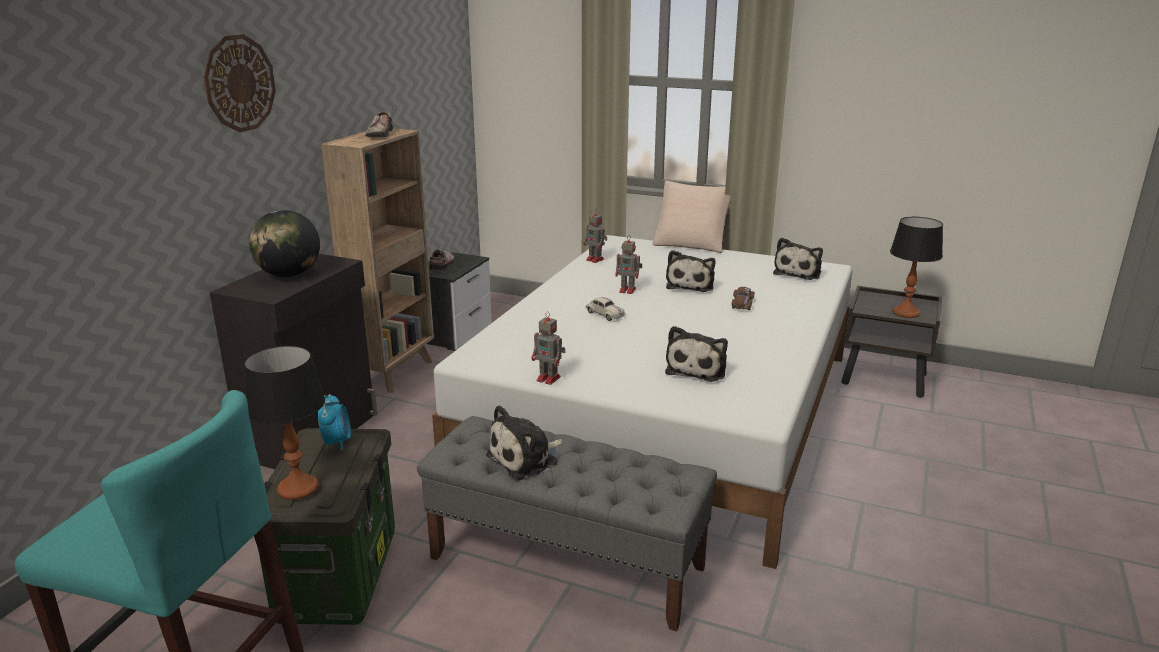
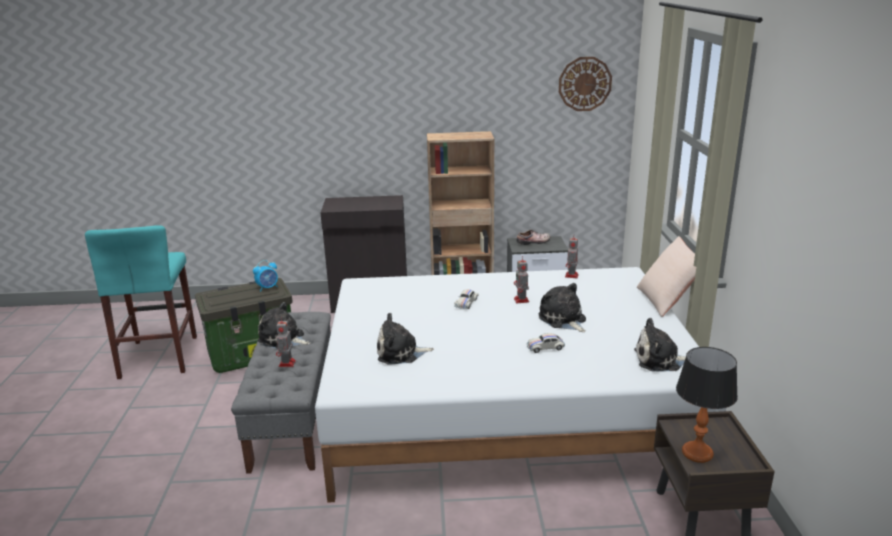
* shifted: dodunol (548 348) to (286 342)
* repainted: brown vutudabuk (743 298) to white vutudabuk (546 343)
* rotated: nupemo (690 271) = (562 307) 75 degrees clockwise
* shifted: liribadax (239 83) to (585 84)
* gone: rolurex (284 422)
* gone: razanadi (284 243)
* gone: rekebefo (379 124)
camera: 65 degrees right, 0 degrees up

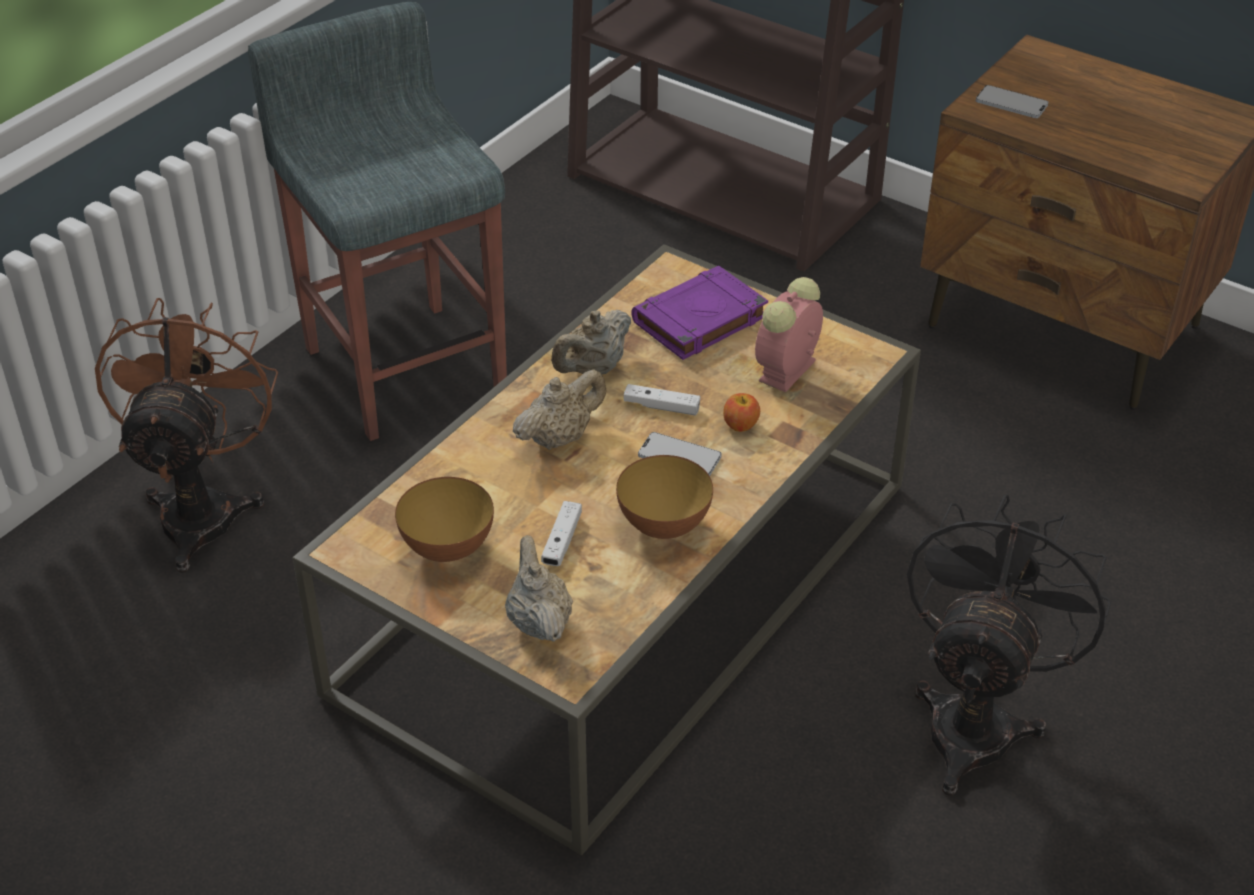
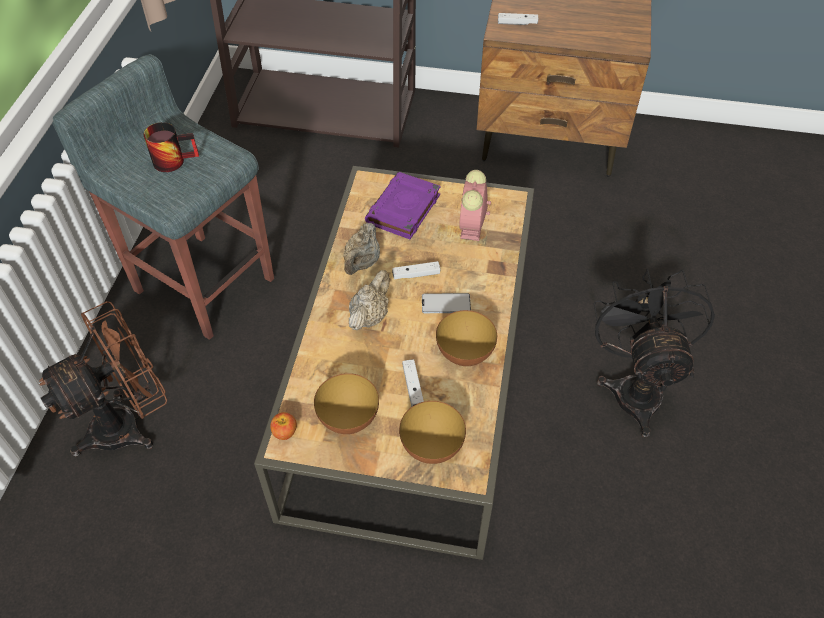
* rotated: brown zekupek (186 435) = (103 379) 75 degrees clockwise
* new: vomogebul (171 147)
* shifted: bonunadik (741 412) to (283 426)
* swapped: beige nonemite (539 588) to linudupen (432 432)
* swapped: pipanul (1012 101) to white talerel (518 19)
camera: 25 degrees left, 10 degrees up

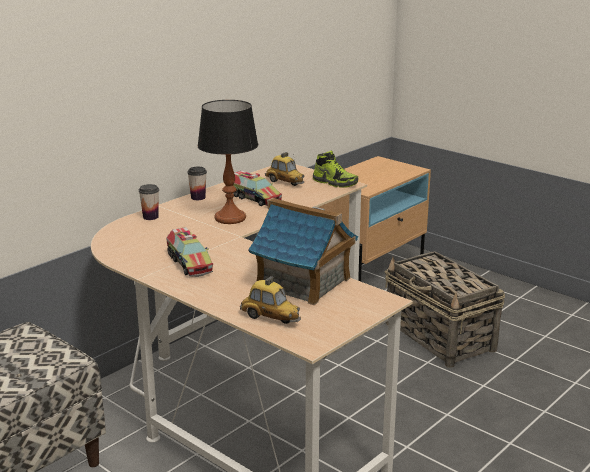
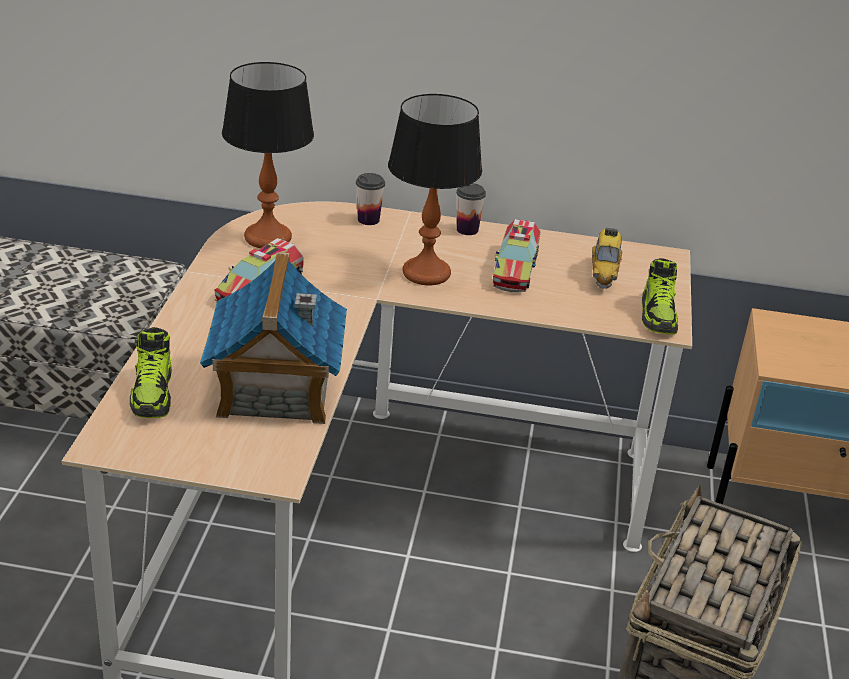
* swapped: vutudabuk (270 300) to rekebefo (151 372)
* new: rolurex (268 155)
camera: 55 degrees right, 10 degrees up

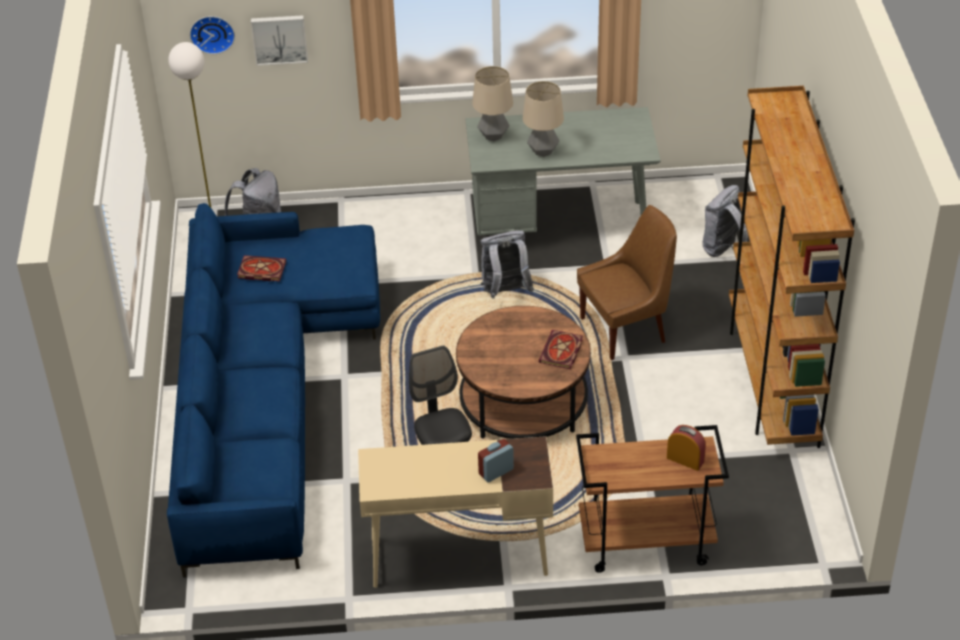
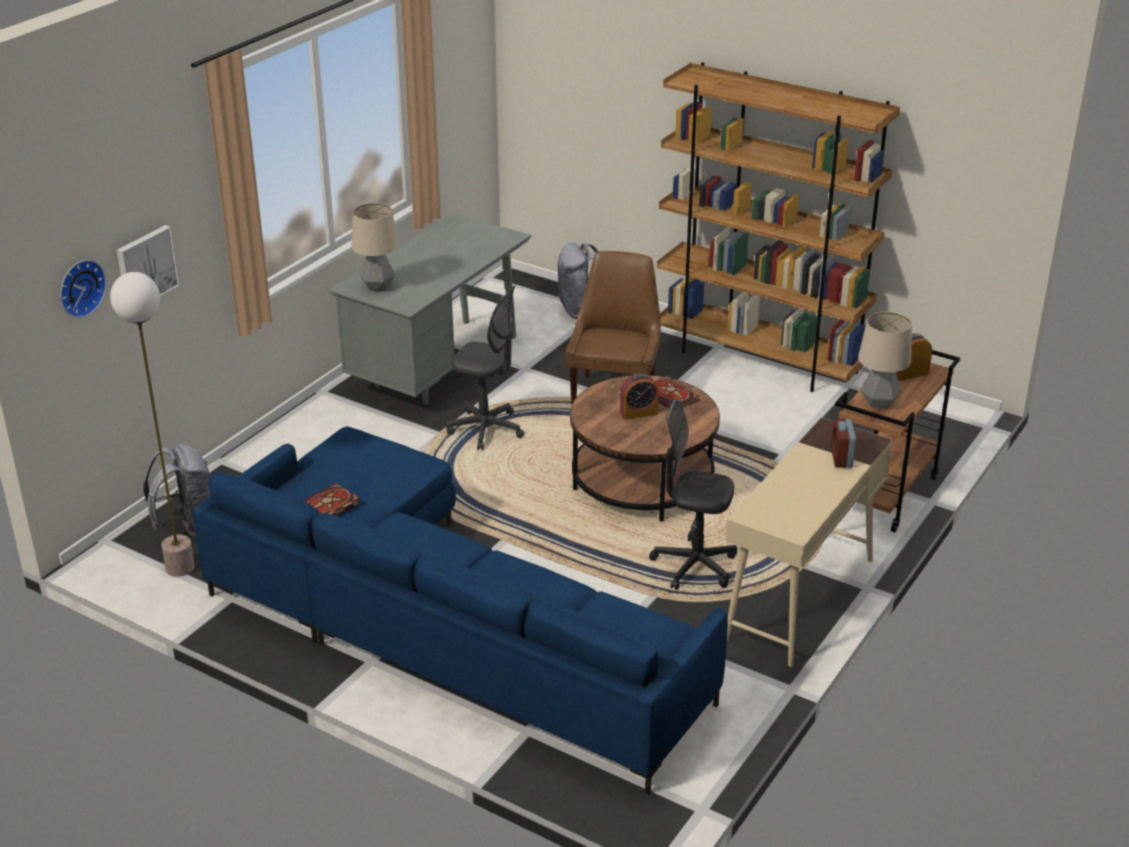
* swapped: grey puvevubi (507 264) to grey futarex (485 368)
* new: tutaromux (639 396)
* shifted: rolurex (543 119) to (885 361)
camera: 55 degrees left, 10 degrees down

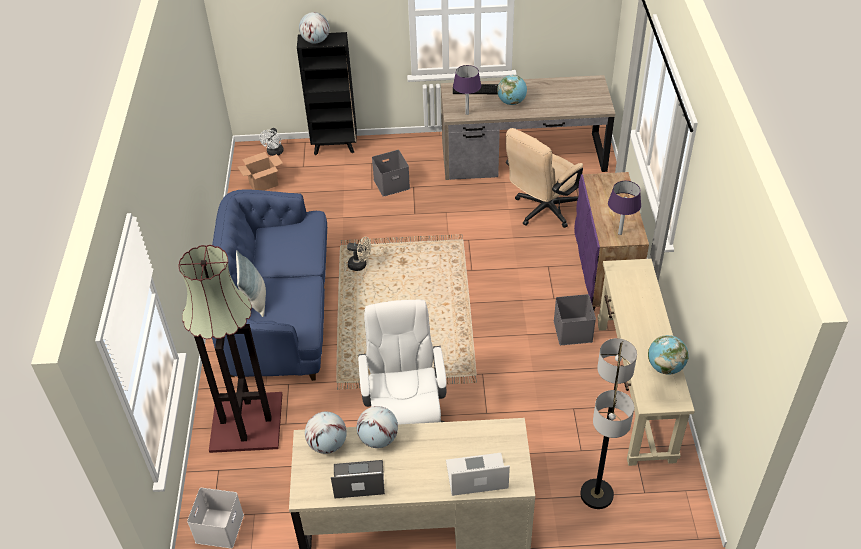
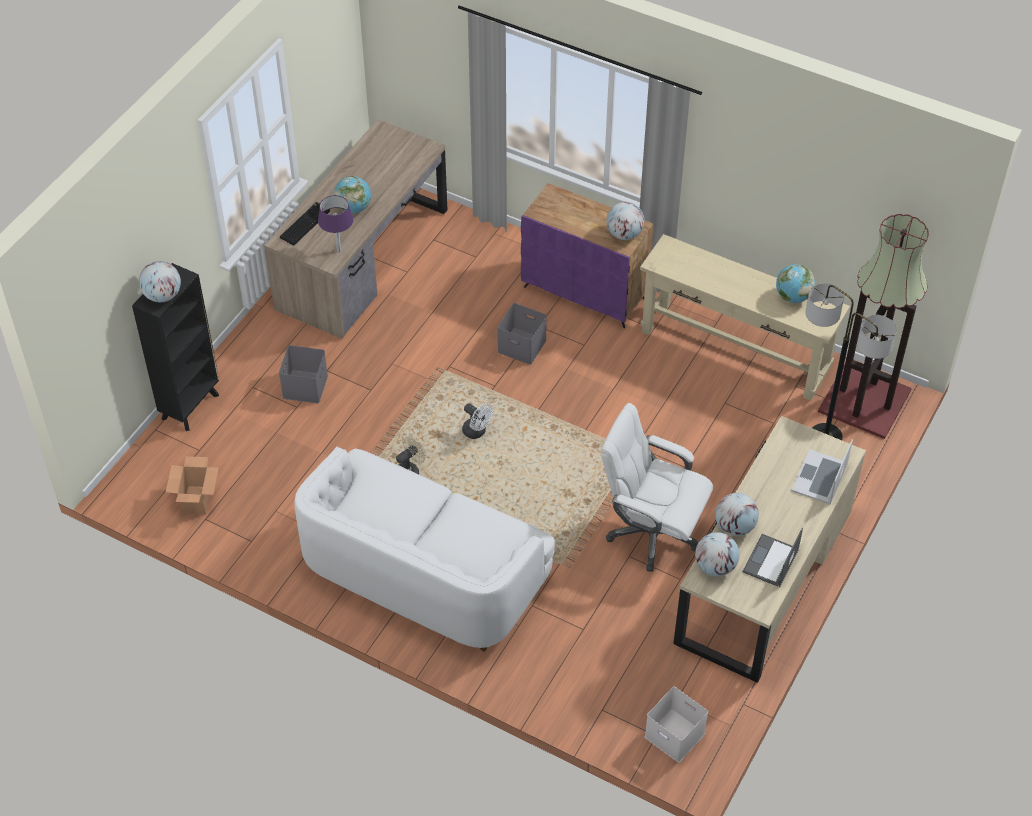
* repainted: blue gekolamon (269 285) to white gekolamon (424 549)
* shifted: white zekupek (271 142) to (478 421)
* shifted: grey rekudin (575 319) to (522 334)
* swapped: purple rolurex (624 208) to razanadi (625 221)
* shifted: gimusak (230 349) to (873 326)
* gone: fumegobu (251 283)
* gone: beige futarex (544 178)
camera: 60 degrees left, 5 degrees up

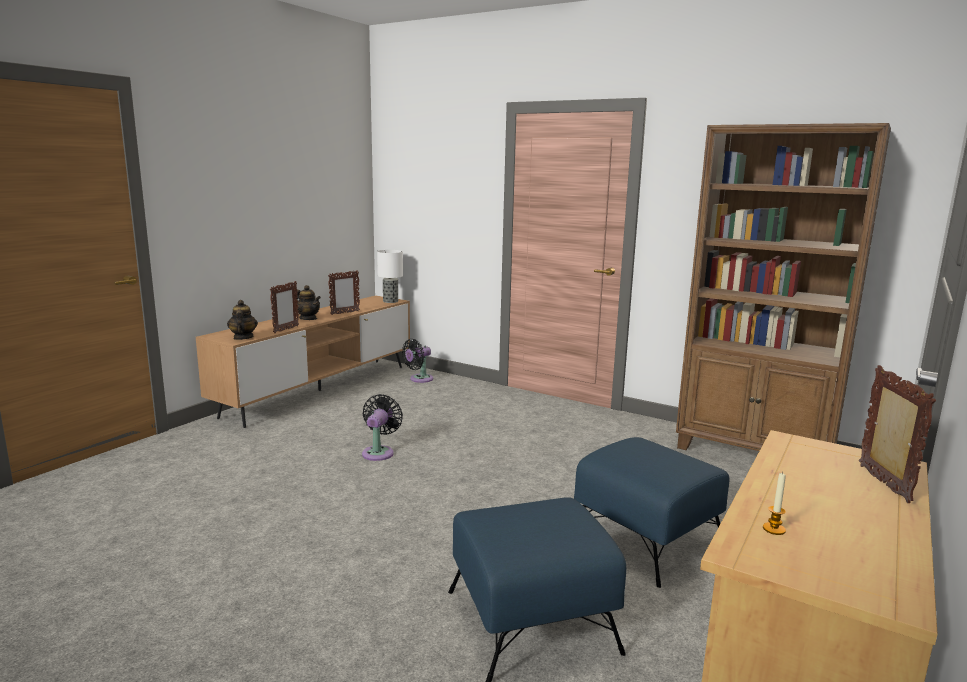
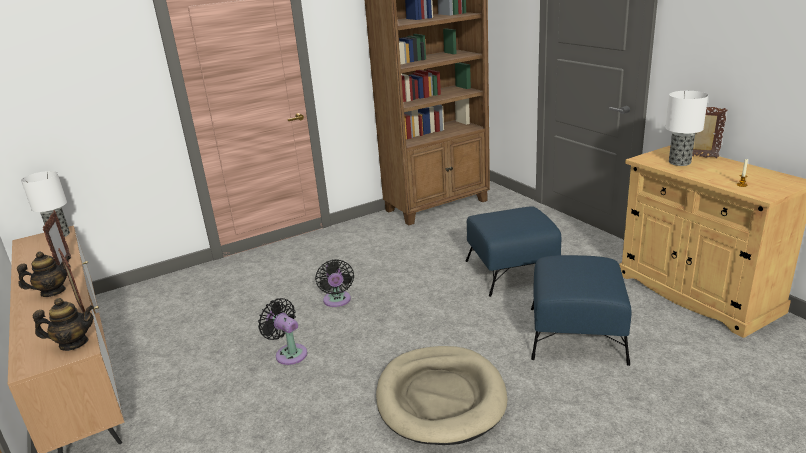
* rotated: nonemite (242 320) = (63 324) 150 degrees clockwise
* shifted: black zekupek (417 361) to (334 283)
* new: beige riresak (441 395)
* new: rolurex (686 128)
camera: 60 degrees left, 10 degrees up

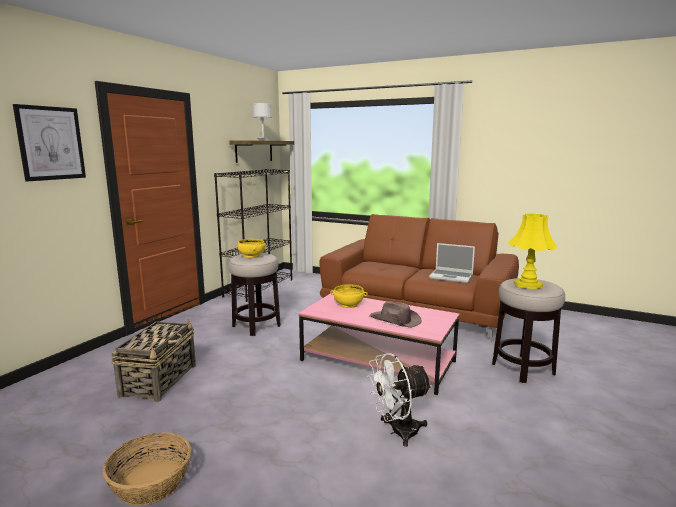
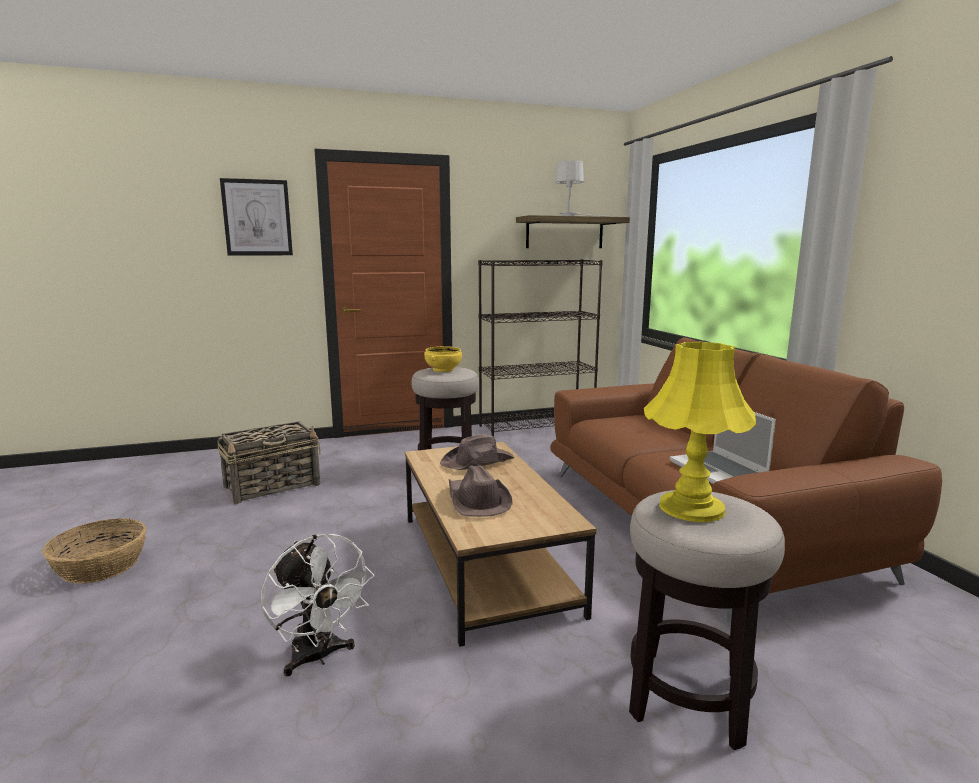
* rotated: white zekupek (399 400) = (318 605) 150 degrees counterclockwise
* repainted: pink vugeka (379 343) to brown vugeka (500 544)
* swapped: yellow linudupen (349 296) to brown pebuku (477 452)
camera: 45 degrees right, 0 degrees up

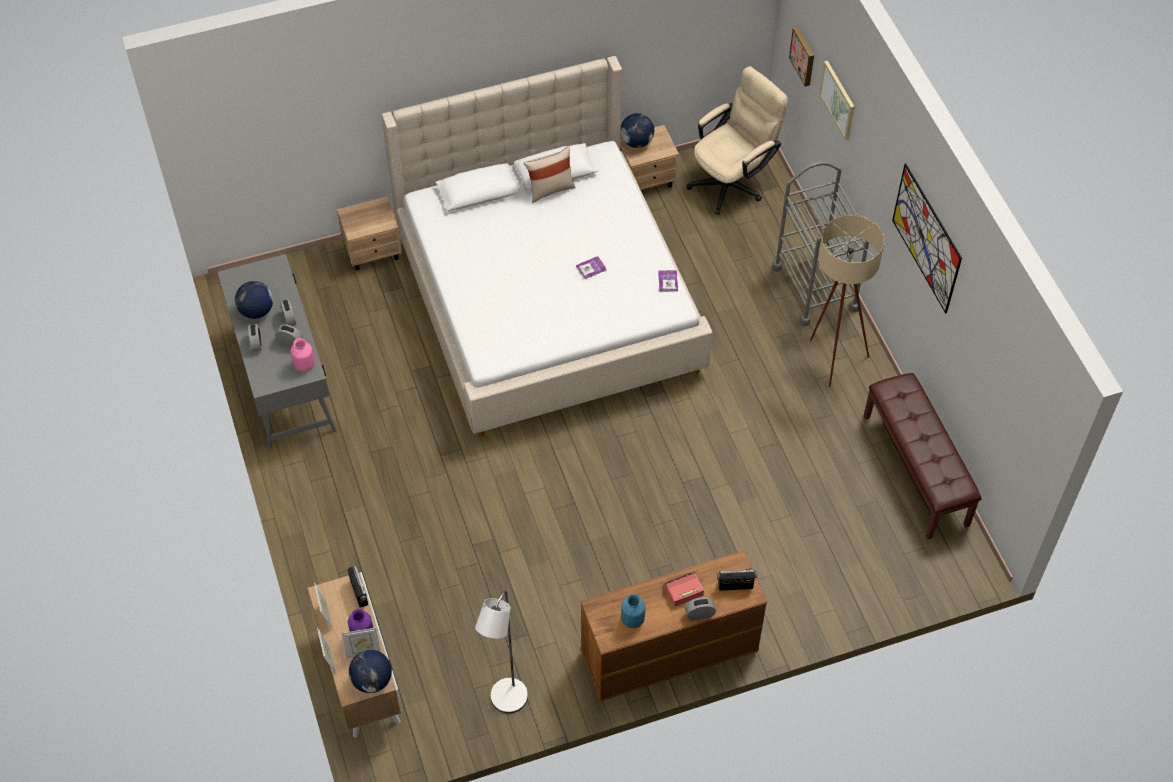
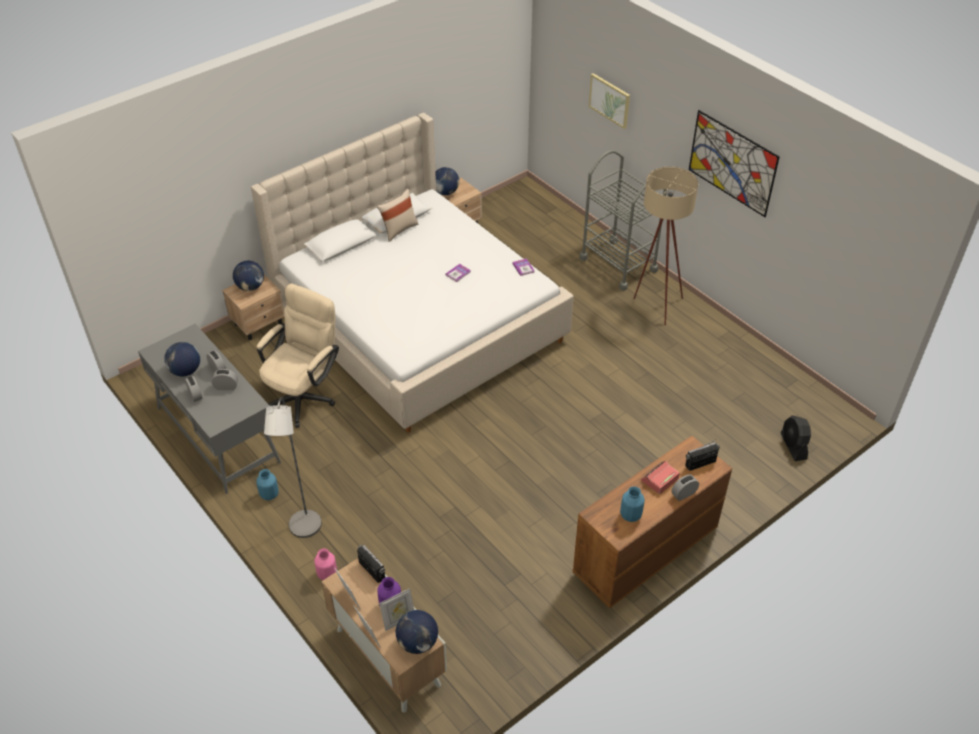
* new: razanadi (248 276)
* new: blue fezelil (267 484)
* shifted: beige futarex (737 141) to (298 356)
* shifted: grey gimusak (501 652) to (293 467)
* shifted: pink fezelil (302 355) to (325 564)
* new: black zekupek (796 438)
* gone: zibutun (801 57)
* gone: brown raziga (923 456)
camera: 20 degrees left, 10 degrees down

